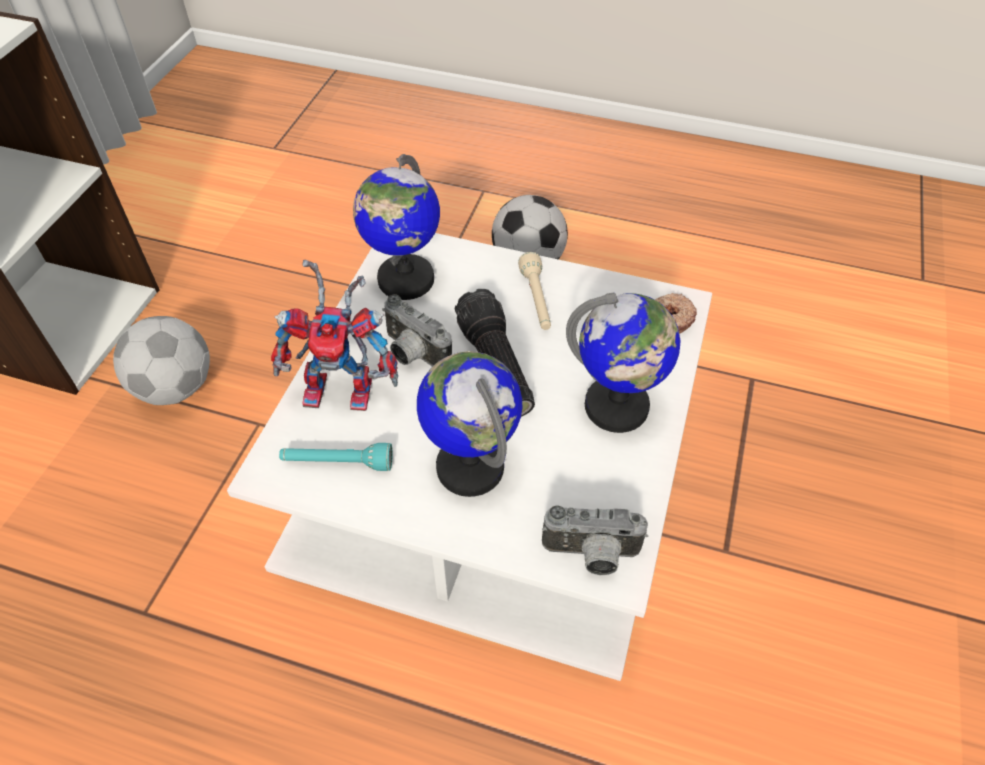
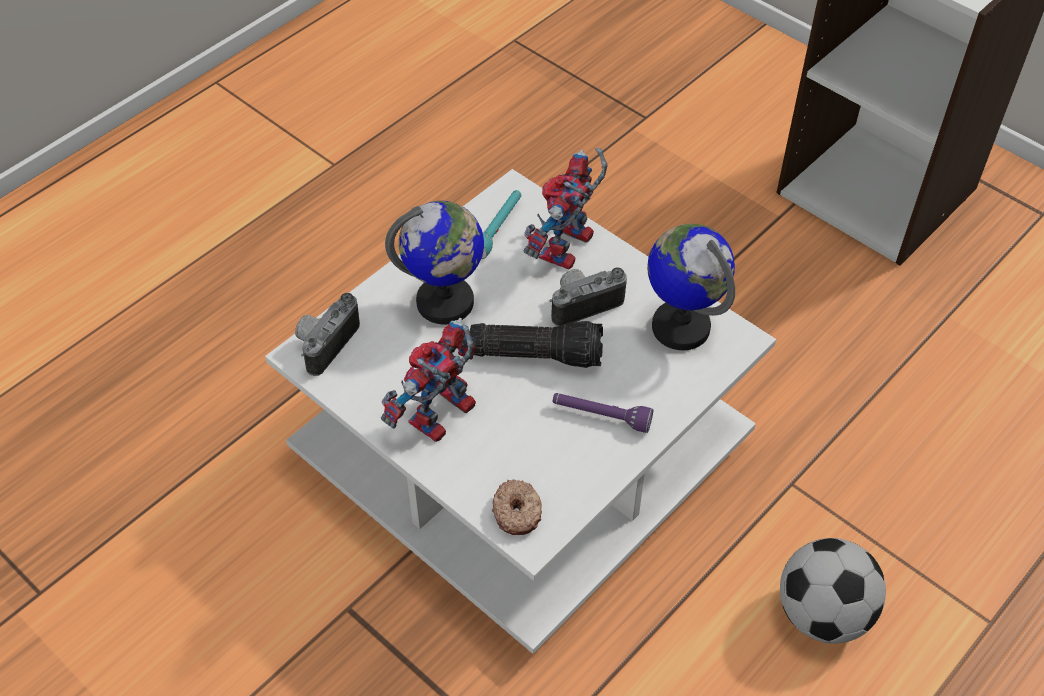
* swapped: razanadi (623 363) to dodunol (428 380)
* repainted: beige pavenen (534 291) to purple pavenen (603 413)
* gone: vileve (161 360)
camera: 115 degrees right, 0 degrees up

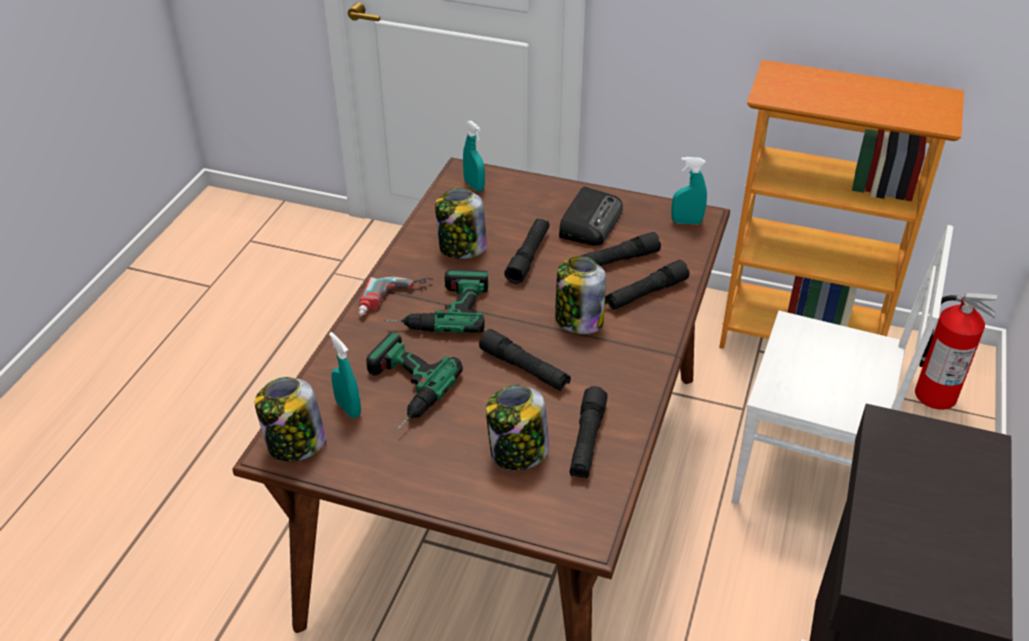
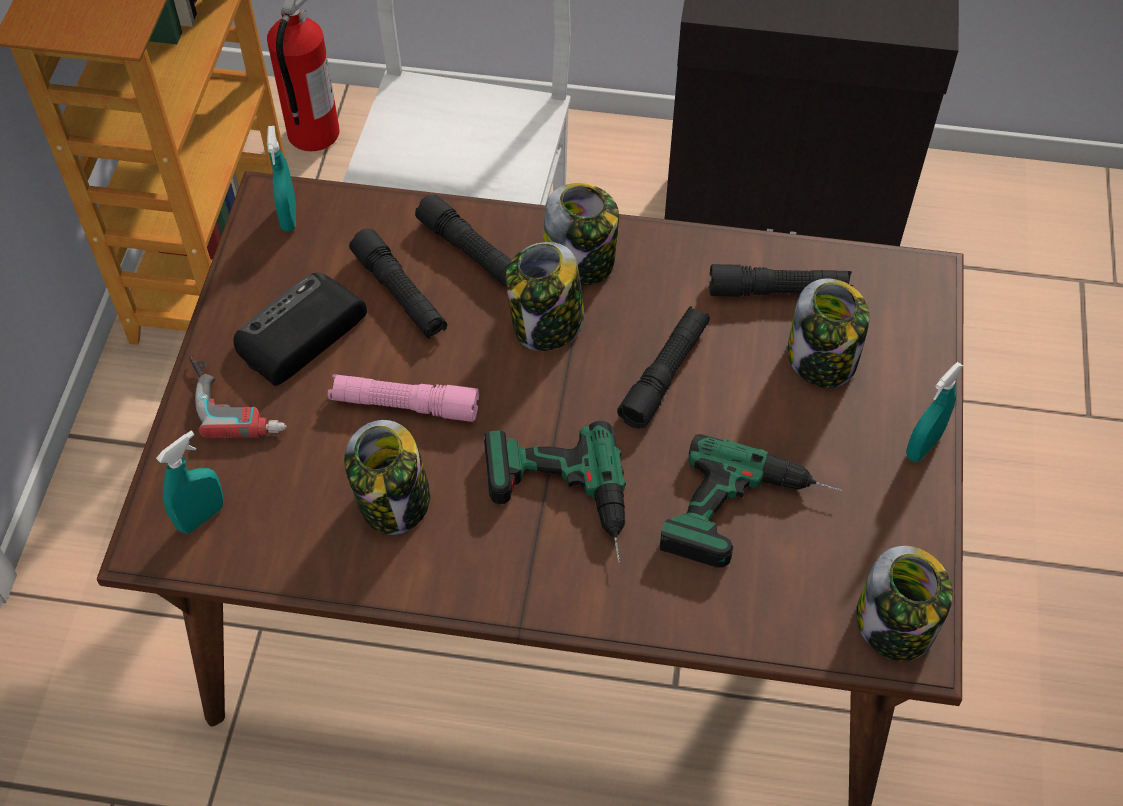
* shifted: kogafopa (396 296) to (238 396)
* rotated: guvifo (591 216) = (300 329) 60 degrees counterclockwise
* repainted: black pavenen (527 251) to pink pavenen (403 398)
* new: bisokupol (581 234)
* shifted: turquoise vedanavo (345 375) to (934 412)
camera: 100 degrees left, 15 degrees up

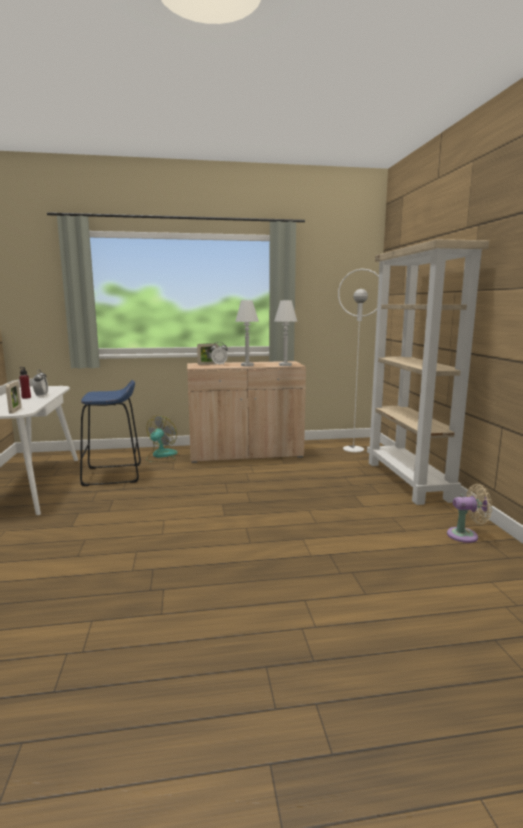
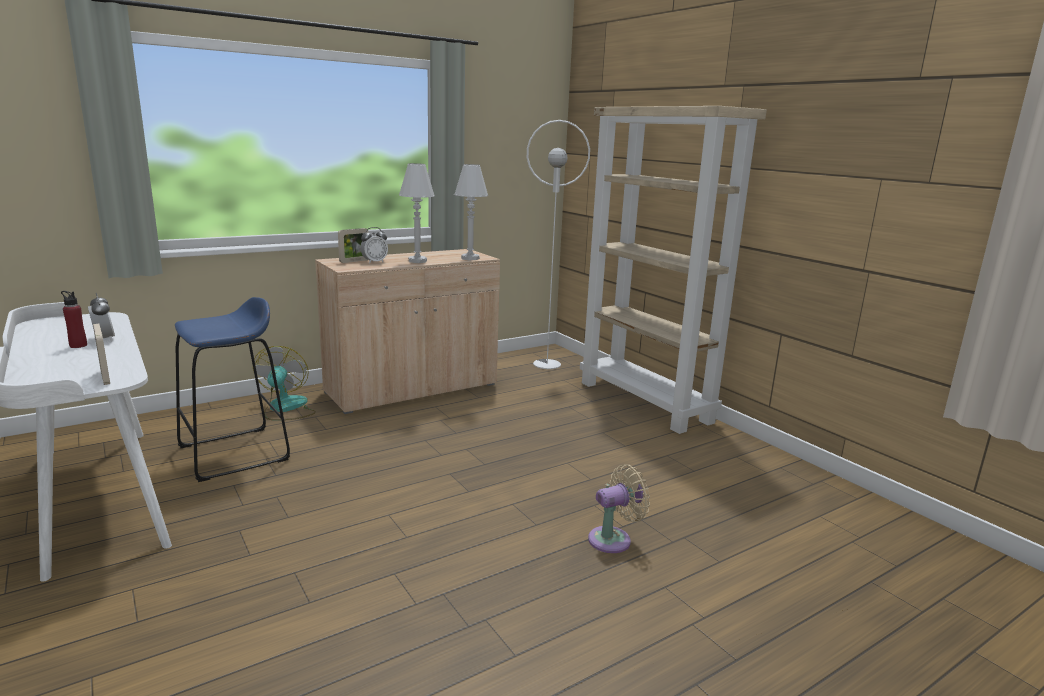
* shifted: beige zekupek (469 513) to (619 508)
camera: 25 degrees left, 5 degrees up

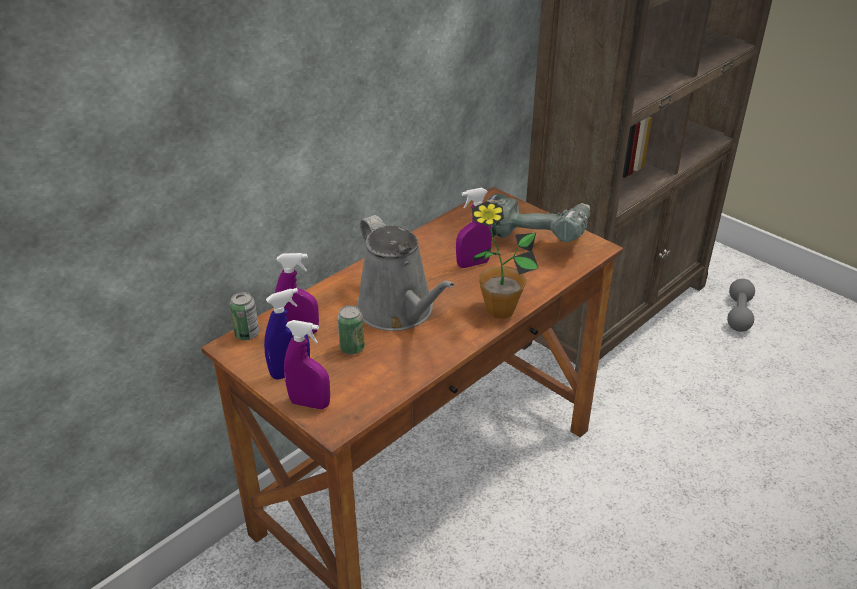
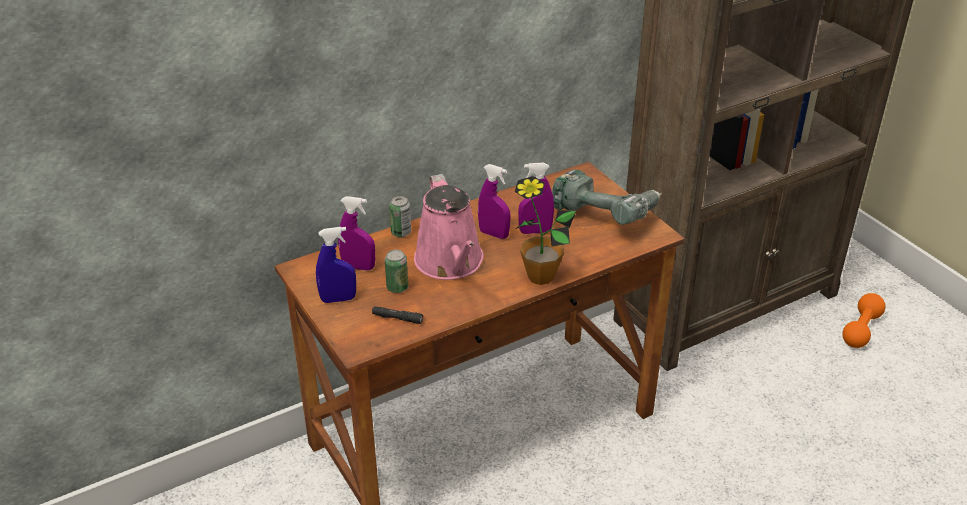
* new: black pavenen (397 315)
* shifted: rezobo (244 316) to (400 216)
* repainted: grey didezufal (406 273) to pink didezufal (449 227)
* shifted: purple vedanavo (307 364) to (494 201)
* repainted: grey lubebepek (741 305) to orange lubebepek (863 320)
camera: 15 degrees right, 0 degrees up

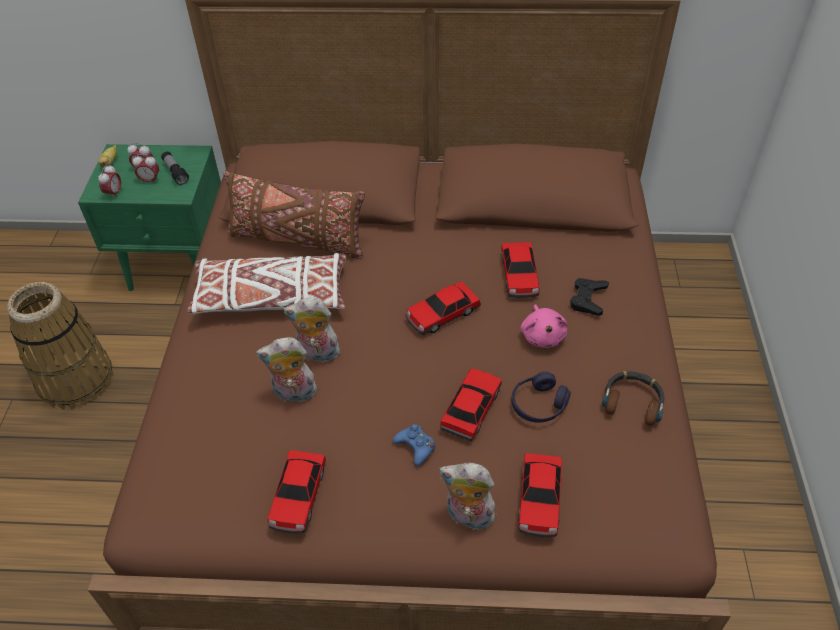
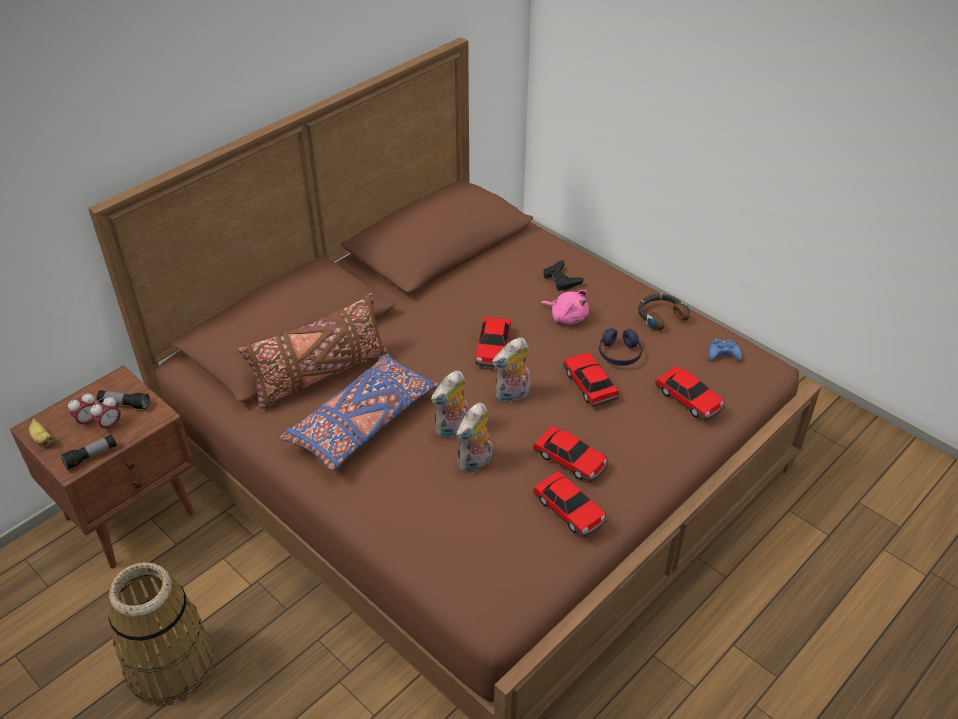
* repainted: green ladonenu (149 217) to brown ladonenu (102 467)
* swapped: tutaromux (110 181) to pavenen (88 452)
* repainted: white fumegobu (266 284) to blue fumegobu (359 412)
* shifted: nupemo (467 496) to (511 370)
* shifted: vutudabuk (521 270) to (570 454)
* shifted: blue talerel (414 445) to (725 349)
camera: 50 degrees left, 5 degrees down

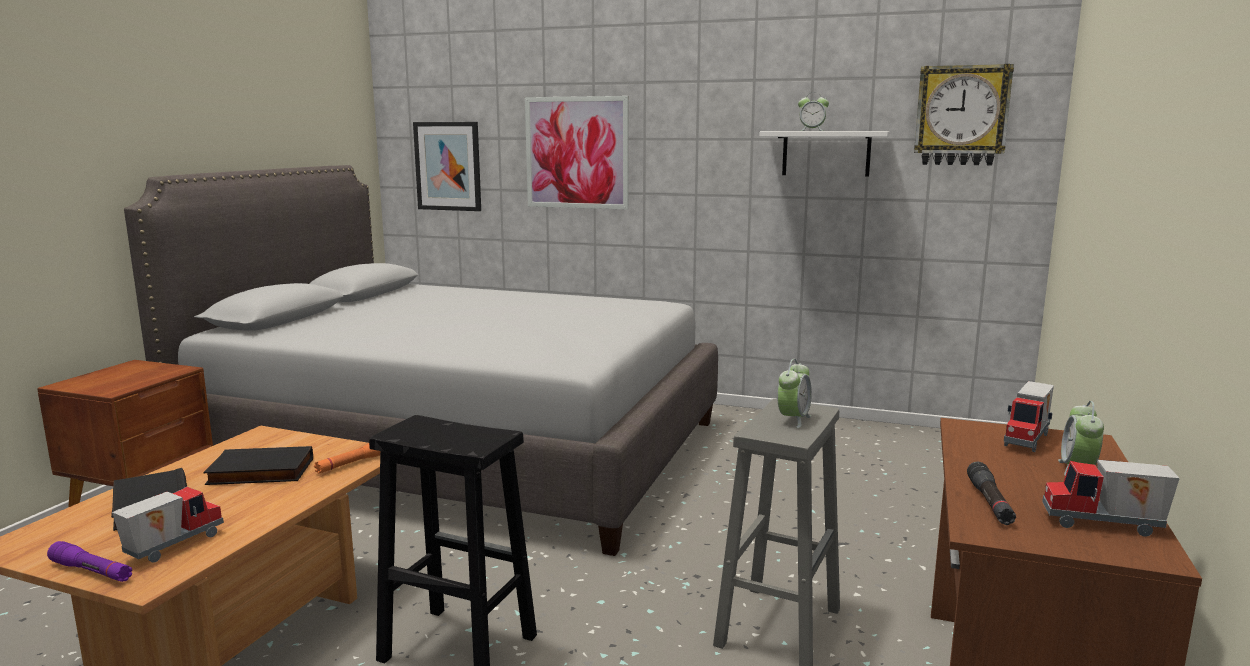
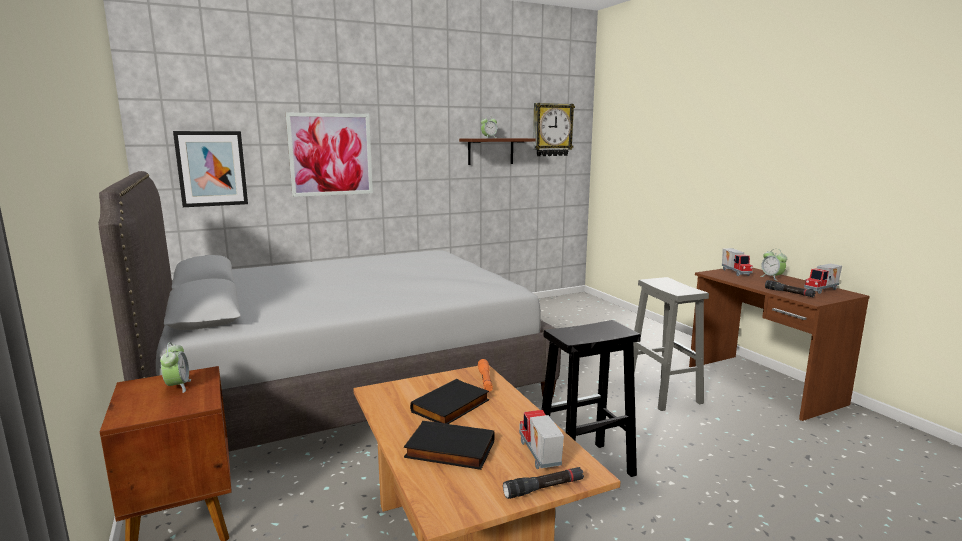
* shifted: tutaromux (794 393) to (175 367)
* repainted: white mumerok (824 154) to brown mumerok (497 151)
* repainted: purple pavenen (89 561) to black pavenen (543 483)
camera: 45 degrees left, 0 degrees up

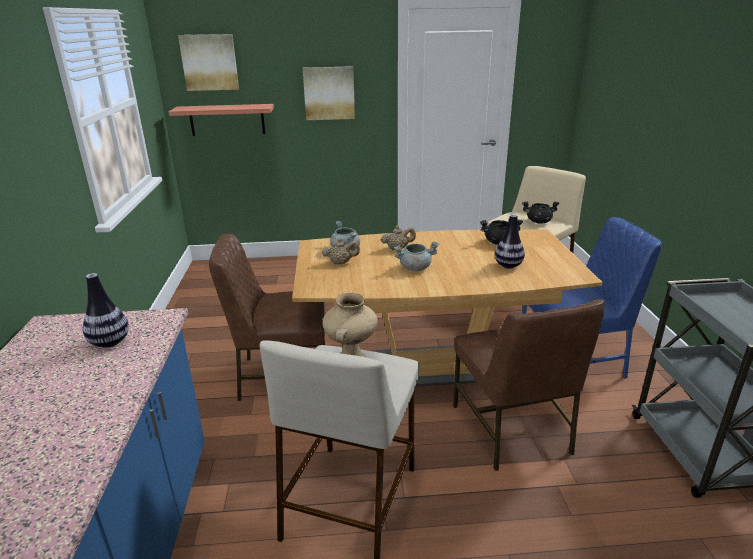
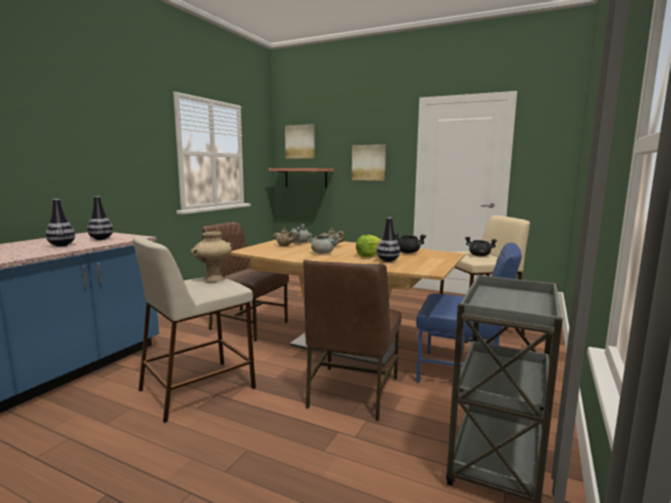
* new: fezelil (60 223)
* new: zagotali (368 246)
camera: 30 degrees right, 15 degrees down

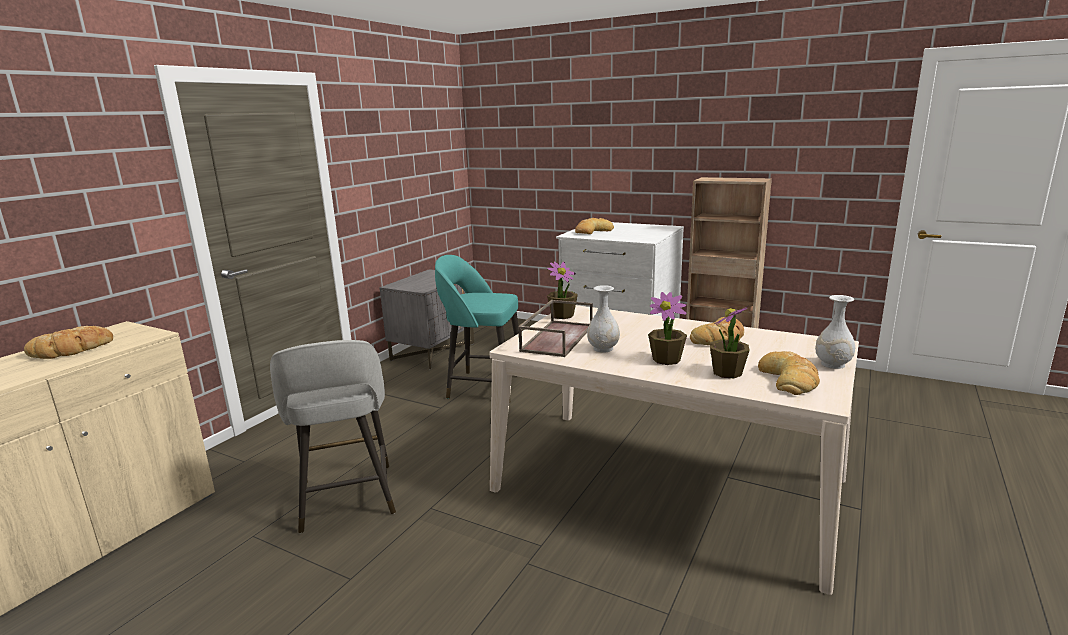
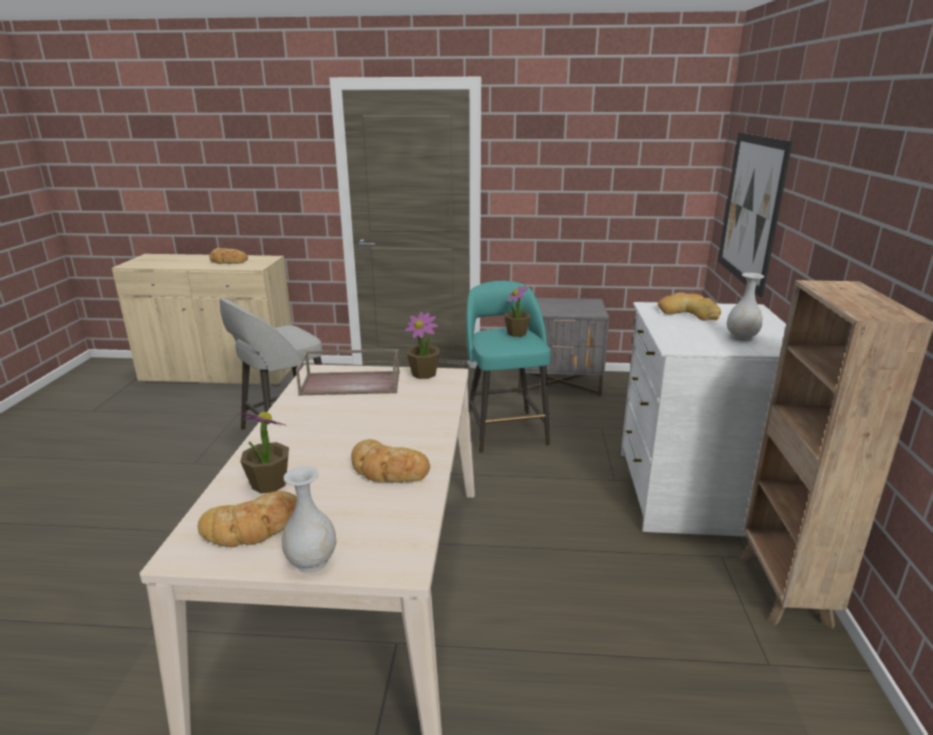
* shifted: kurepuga (667 328) to (517 311)
* new: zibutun (755 215)
* shifted: white fezelil (603 319) to (745 307)
camera: 65 degrees right, 5 degrees up

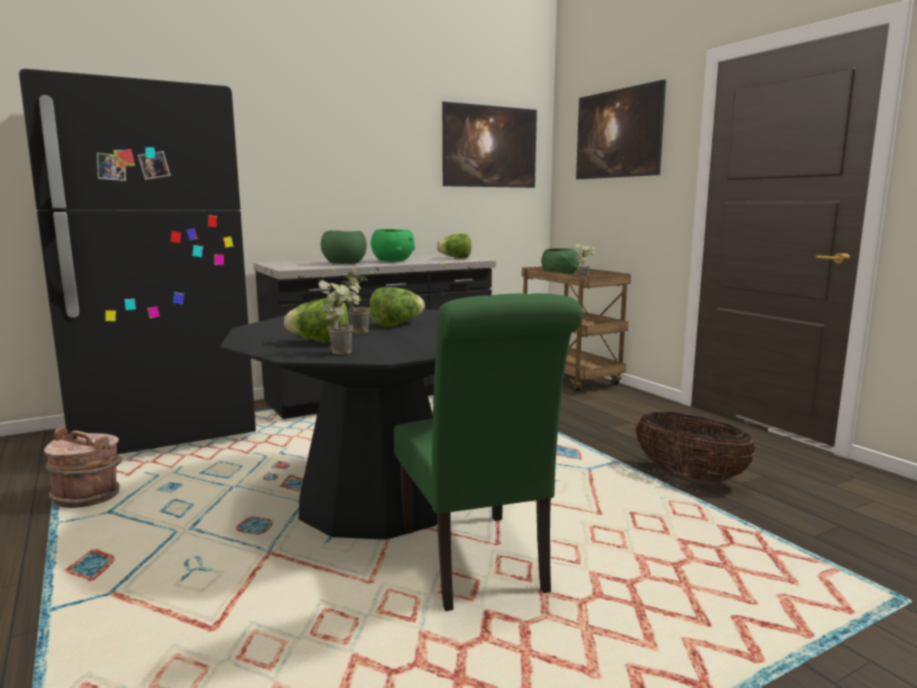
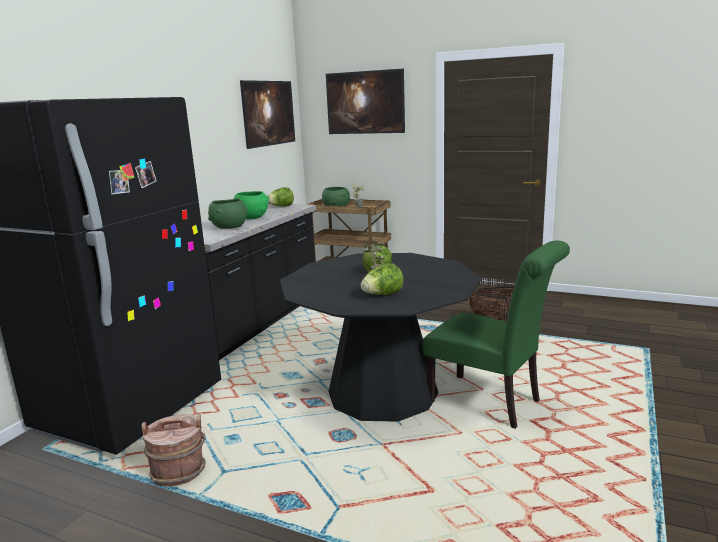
* gone: kurepuga (339 317)
camera: 35 degrees left, 5 degrees up

